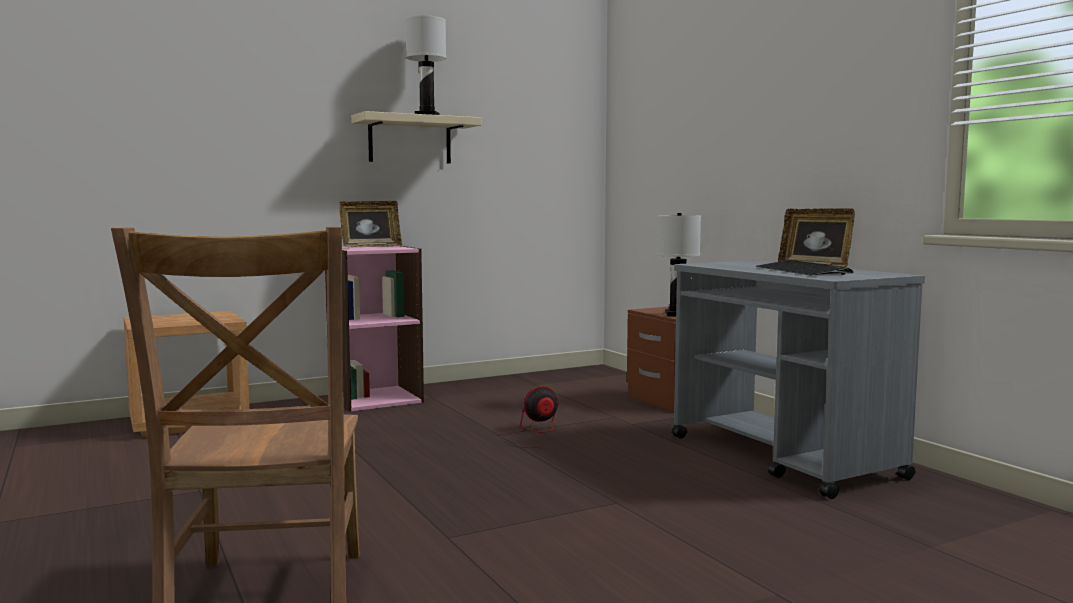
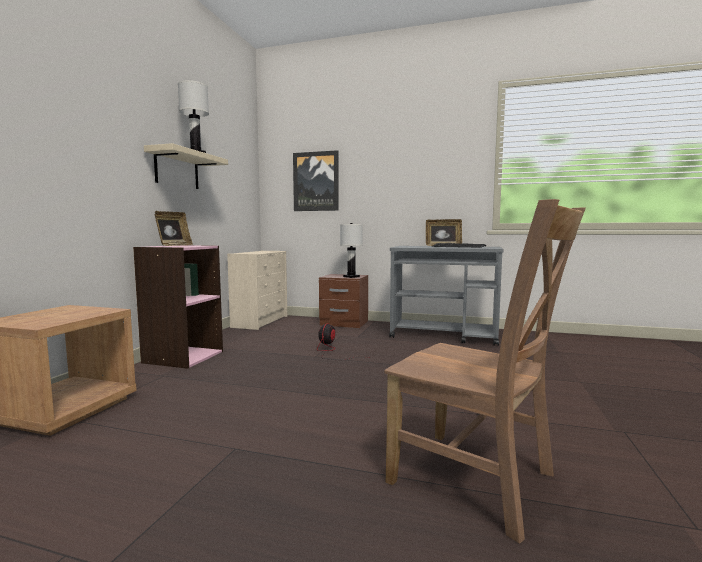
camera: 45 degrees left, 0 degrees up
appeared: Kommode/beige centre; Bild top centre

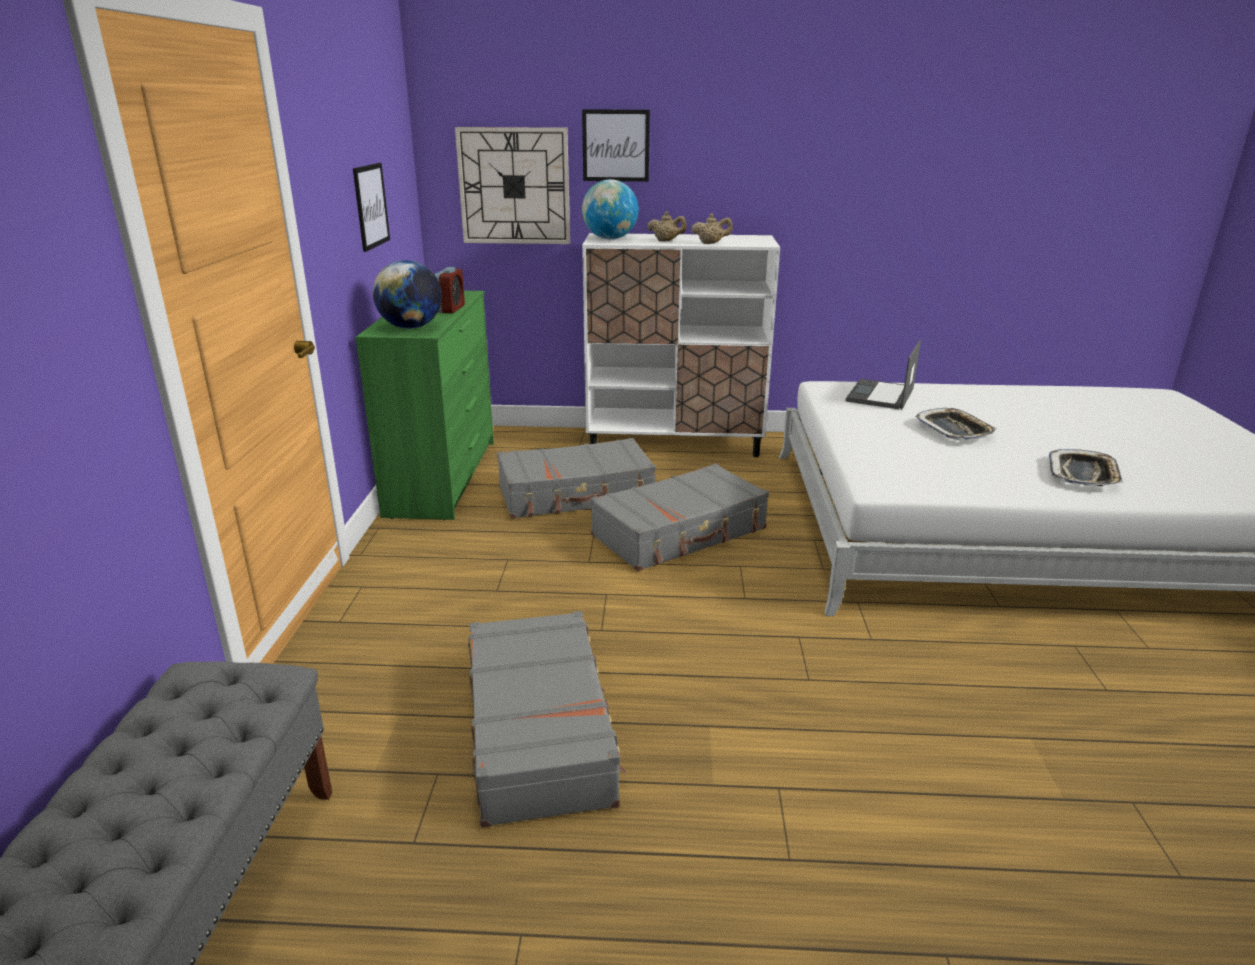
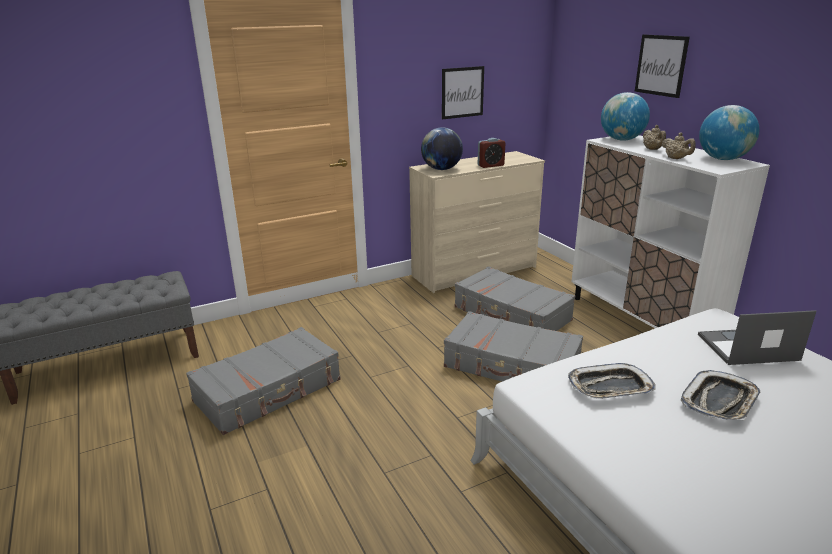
camera: 60 degrees right, 0 degrees up
missing: Wanduhr top centre
appeared: Globus (no. 3 from left) top right
relocated: Tablett (no. 2 from left in the first image) middle right to Tablett (no. 1 from left) bottom right
colour: Kommode/grün centre to Kommode/beige centre

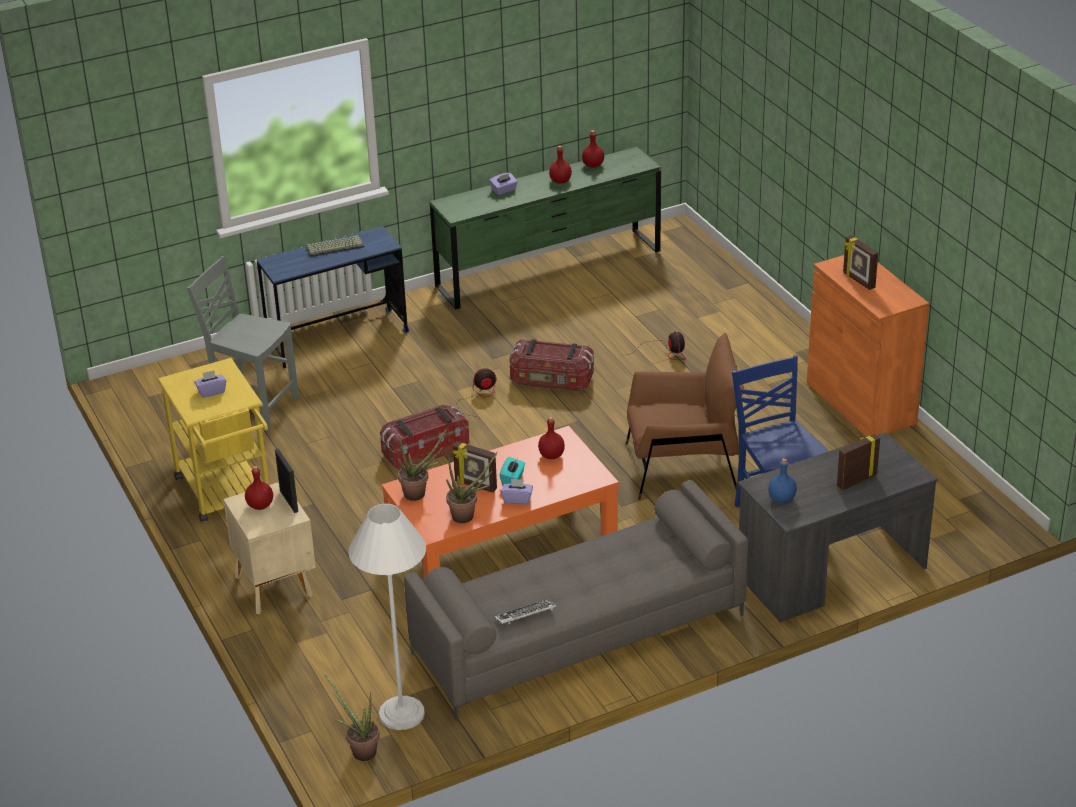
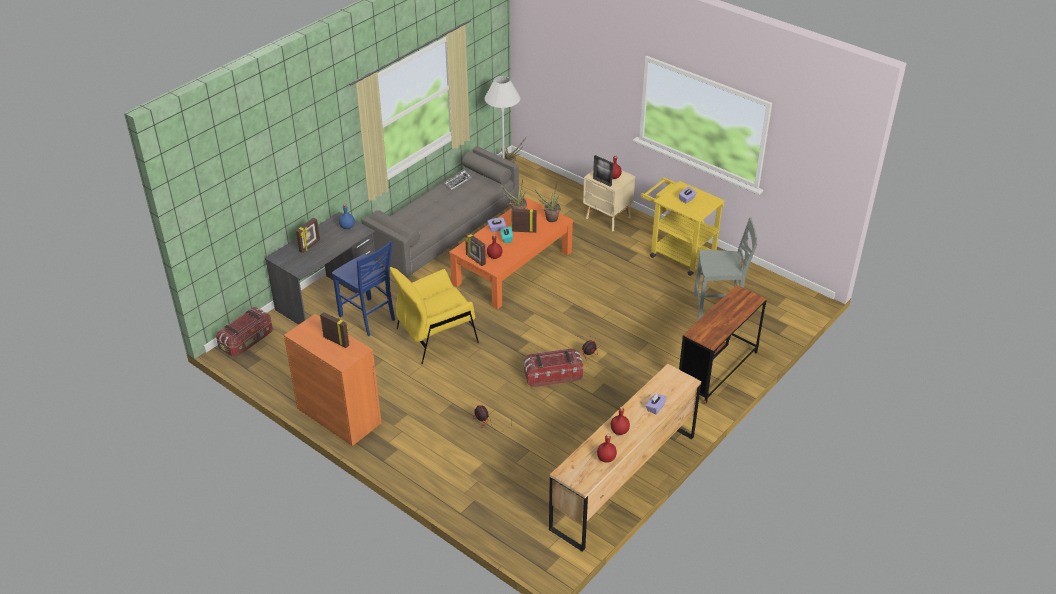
camera: 155 degrees right, 5 degrees up
missing: Tastatur (no. 1 from left) top left
appeared: Bilderrahmen (no. 3 from left) centre
relocated: Aufbewahrungsbox (no. 1 from left) centre to middle left
colour: Sessel/braun centre to Sessel/gelb centre; Kommode/grün top centre to Kommode/braun bottom centre; Schreibtisch/blau middle left to Schreibtisch/braun middle right

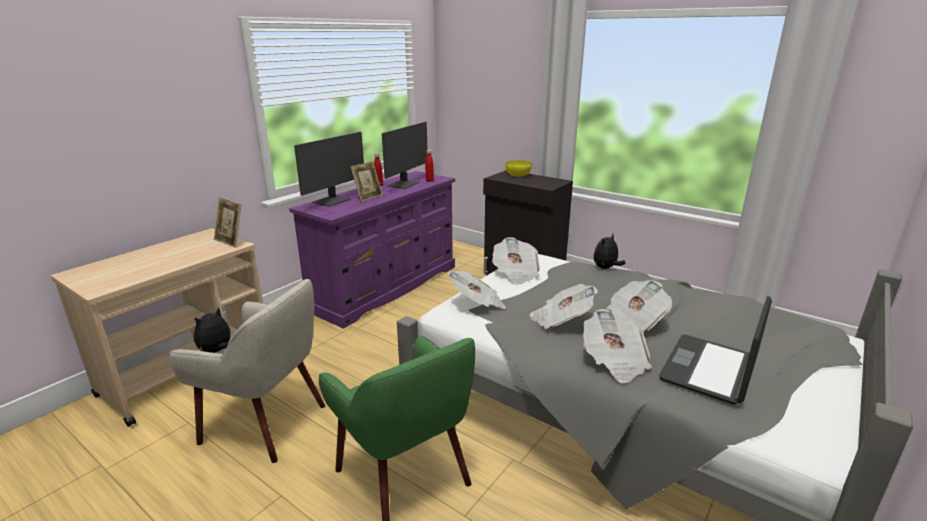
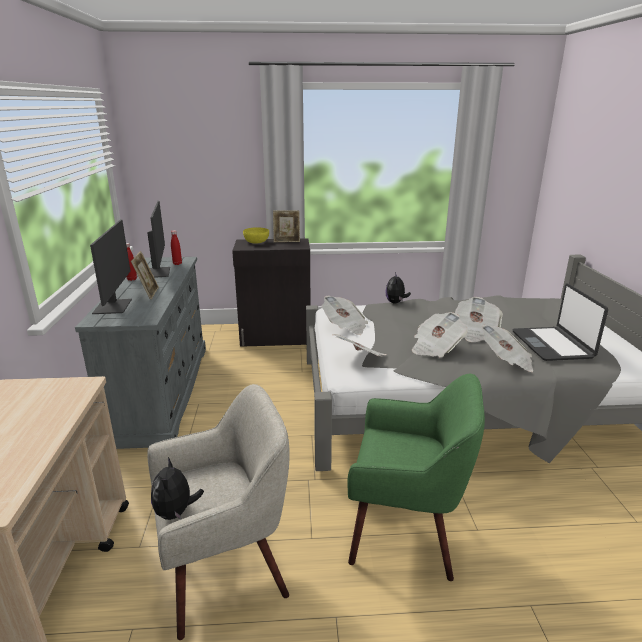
camera: 40 degrees left, 0 degrees up
relocated: Bilderrahmen (no. 1 from left in the first image) middle left to Bilderrahmen (no. 2 from left) centre
colour: Kommode/lila centre to Kommode/grau middle left

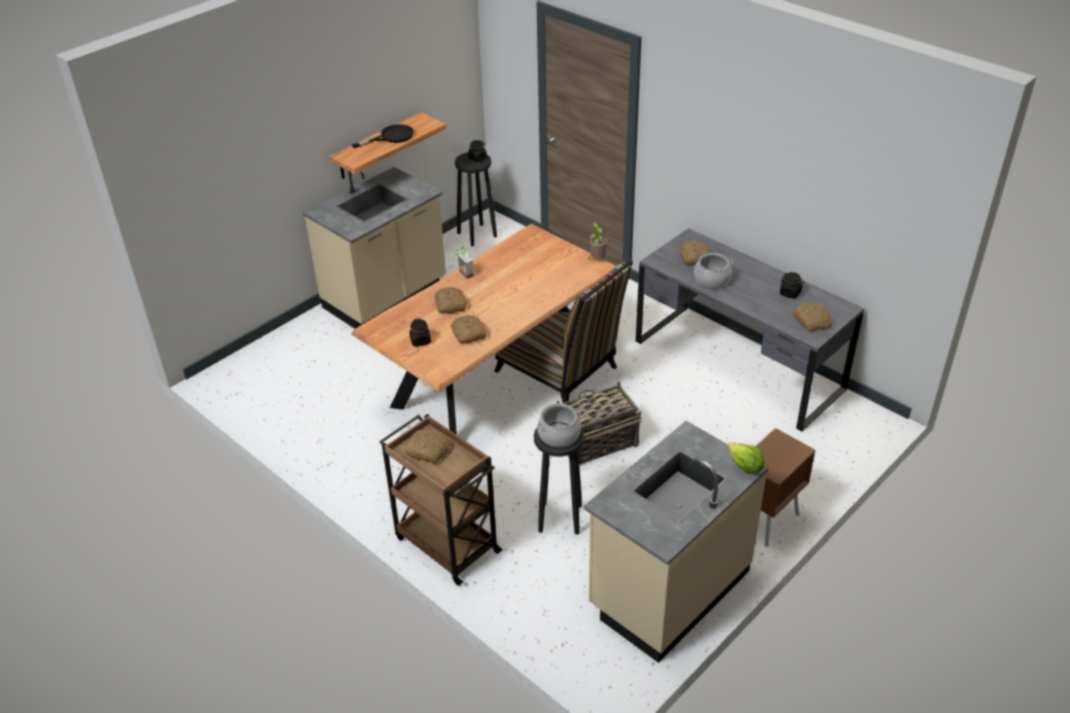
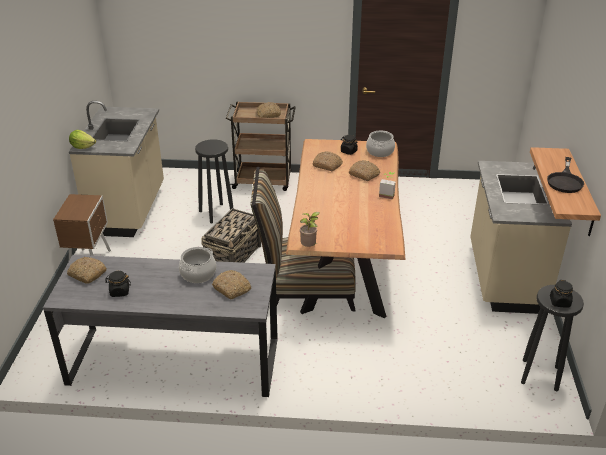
camera: 140 degrees right, 5 degrees down
relocated: Kochtopf (no. 1 from left in the first image) centre to Kochtopf (no. 2 from left) top centre

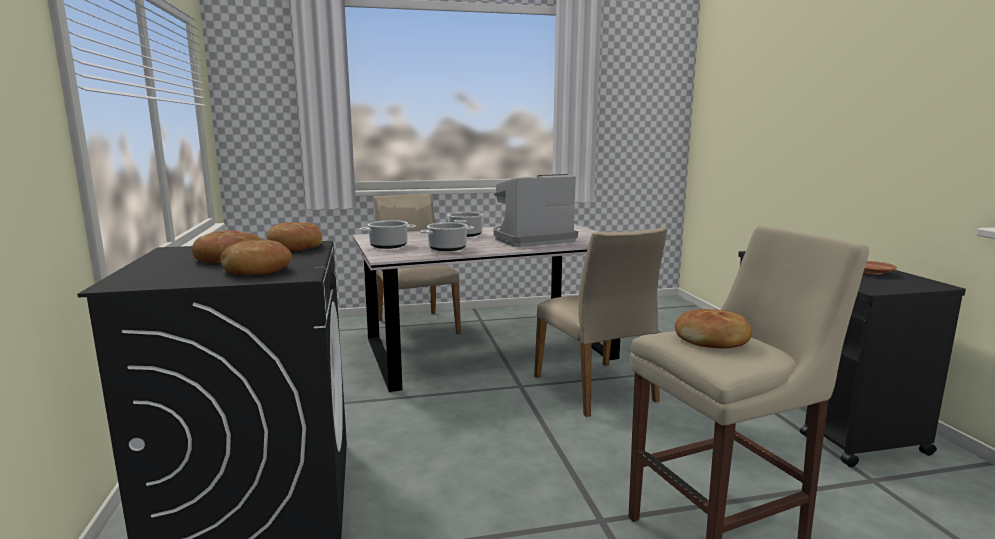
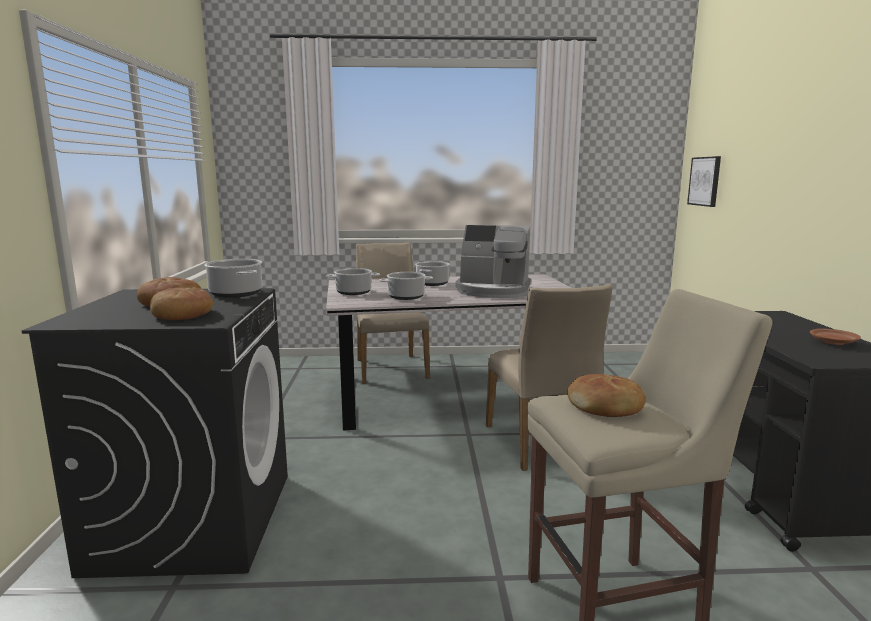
camera: 10 degrees right, 0 degrees up
appeared: Bild top right
exchanged: Brot (no. 3 from left) middle left to Kochtopf (no. 1 from left) middle left
spun: Kaffeemaschine centre = centre 150 degrees counterclockwise

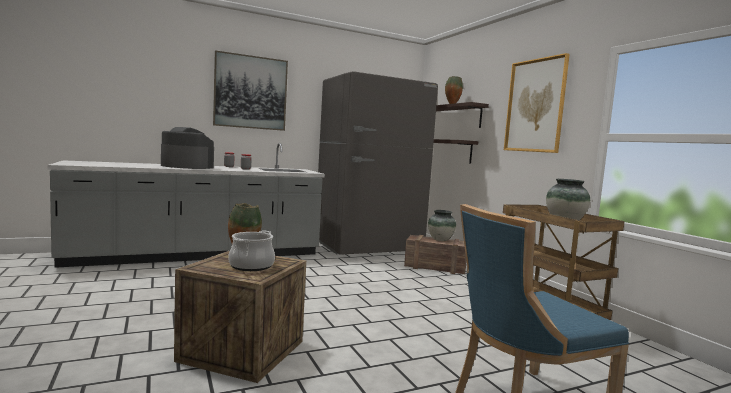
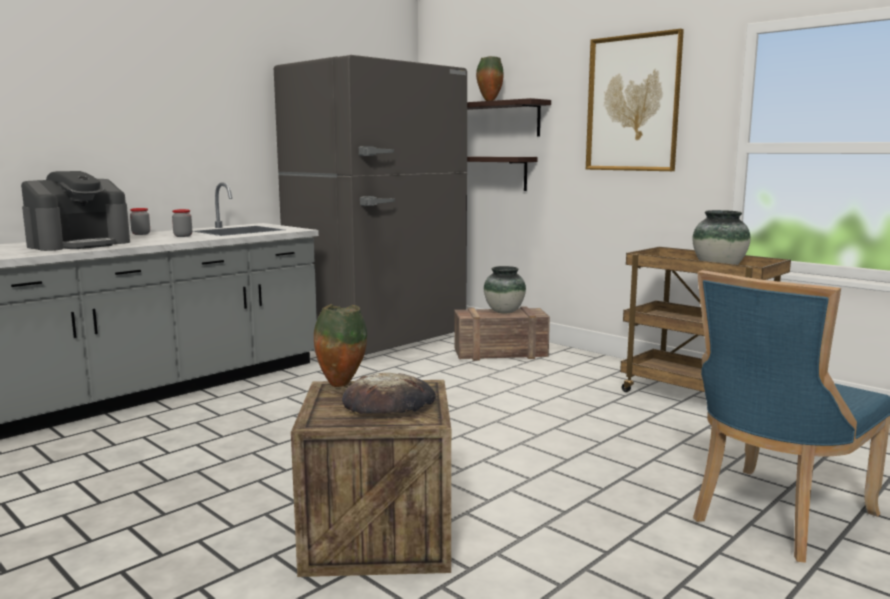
camera: 20 degrees left, 5 degrees up
missing: Bild (no. 1 from left) top centre
exchanged: Kochtopf centre to Brot centre
spun: Kaffeemaschine middle left = middle left 135 degrees clockwise

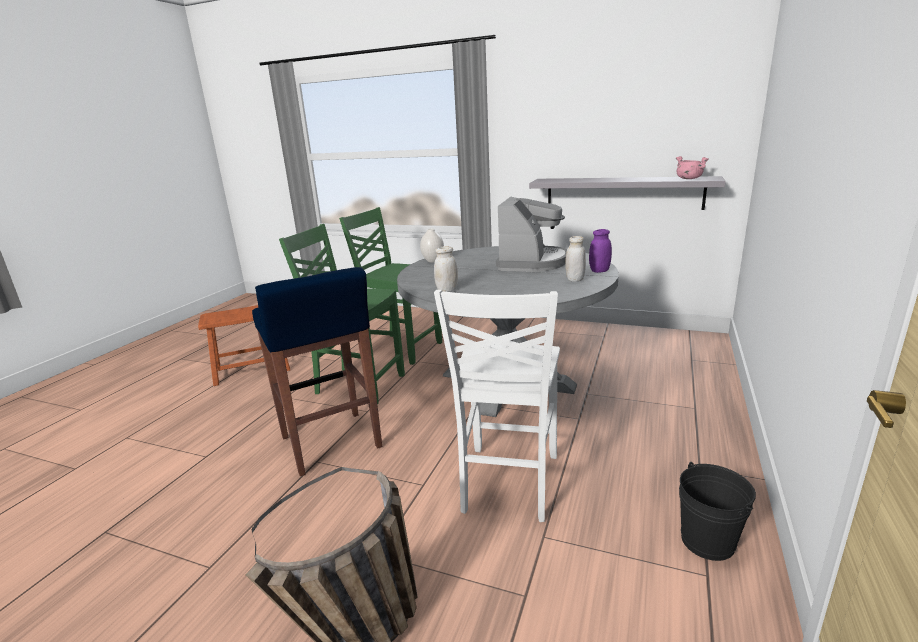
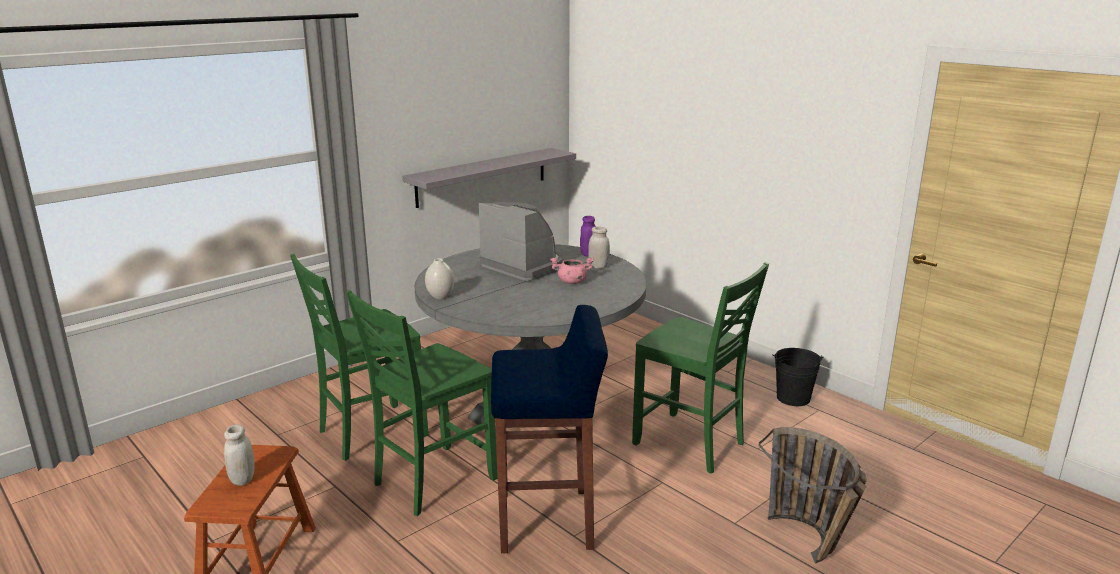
camera: 65 degrees left, 0 degrees up
relocated: Vorratsglas/weiß (no. 1 from left) centre to bottom left; Kochtopf/rosa top right to centre
colour: Stuhl/weiß centre to Stuhl/grün (no. 3 from left) centre

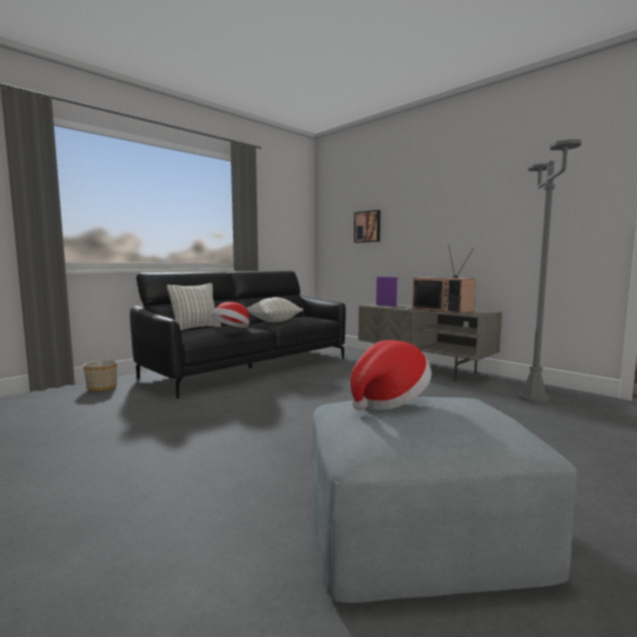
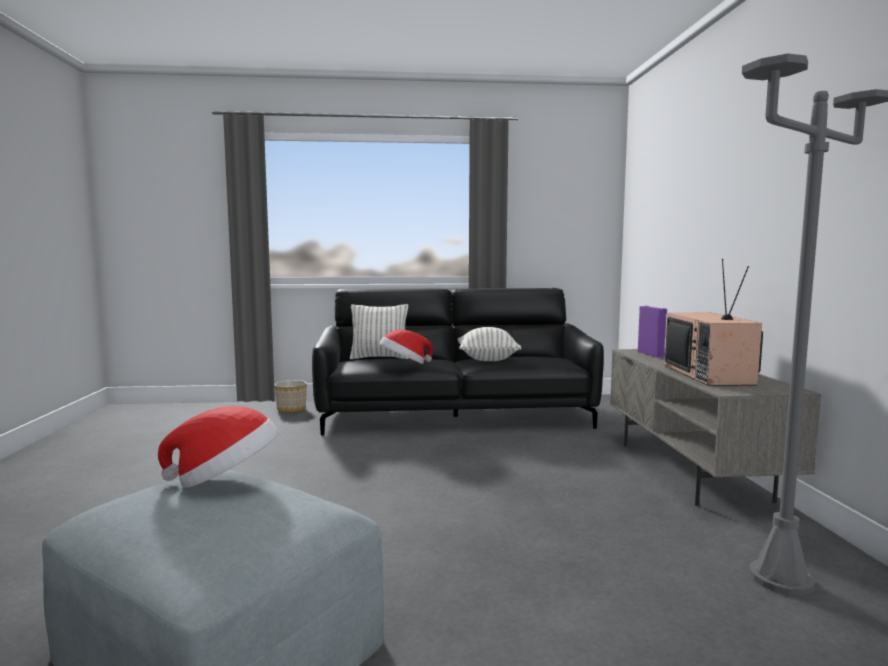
camera: 40 degrees right, 0 degrees up
missing: Bild centre

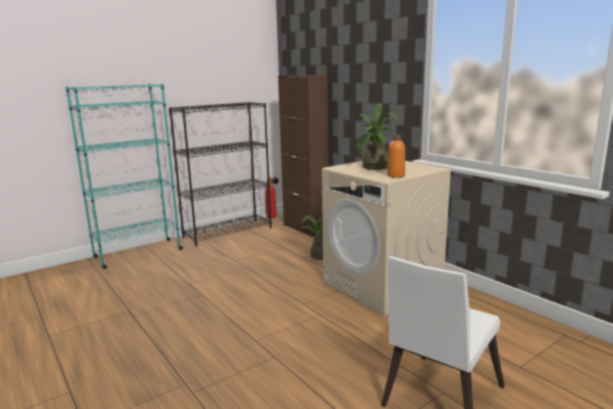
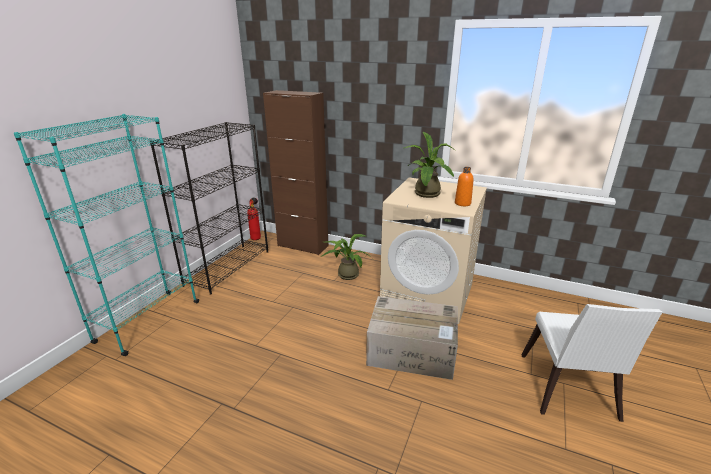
camera: 30 degrees left, 10 degrees up
appeared: Karton bottom centre

